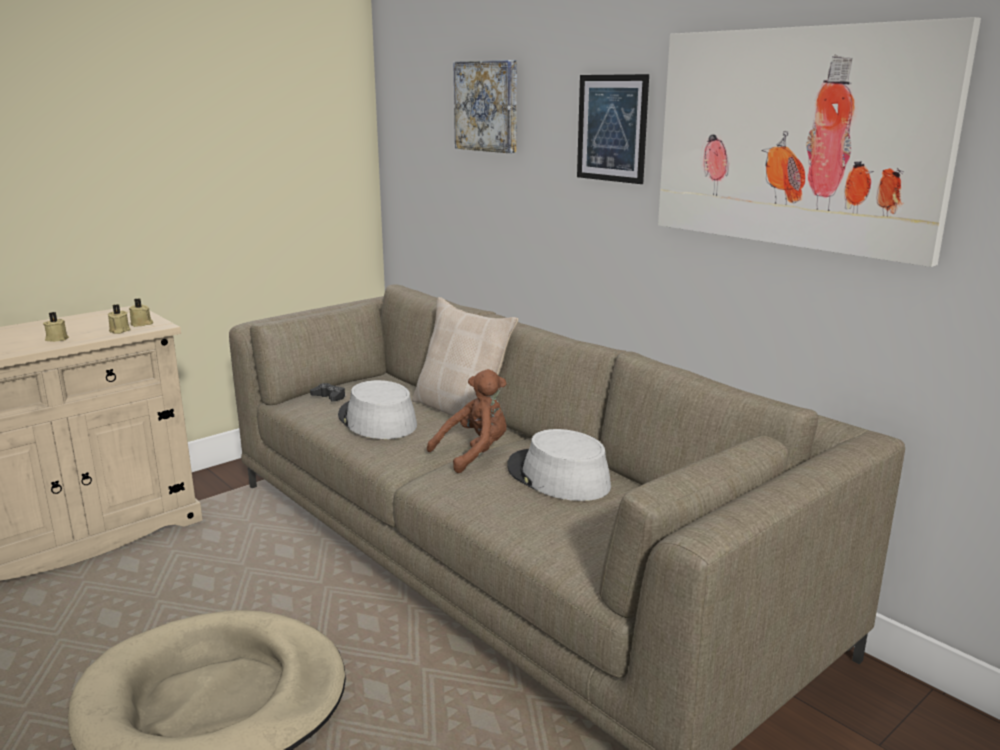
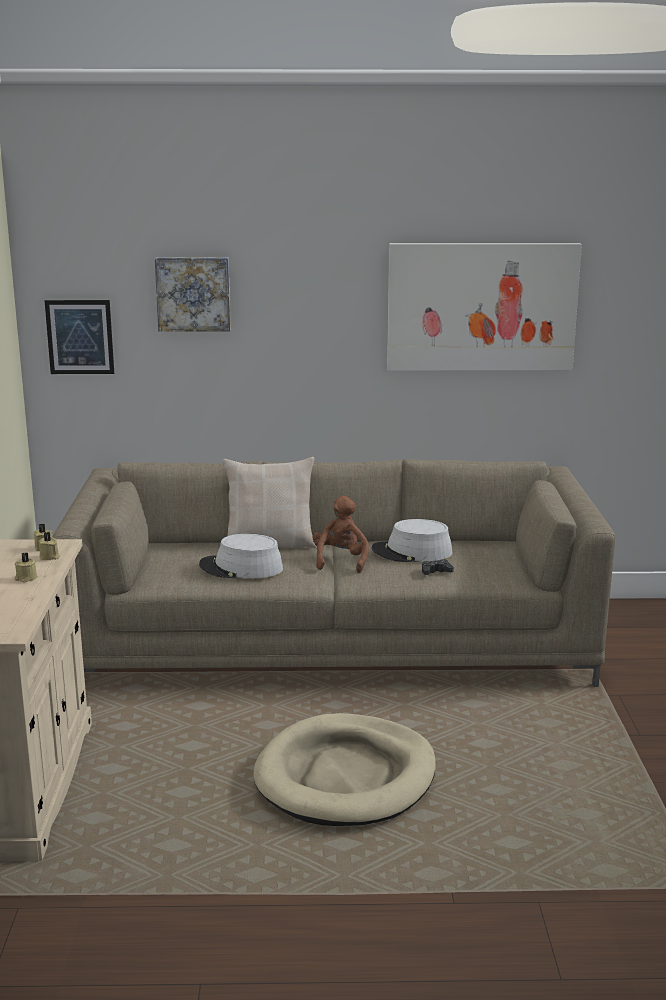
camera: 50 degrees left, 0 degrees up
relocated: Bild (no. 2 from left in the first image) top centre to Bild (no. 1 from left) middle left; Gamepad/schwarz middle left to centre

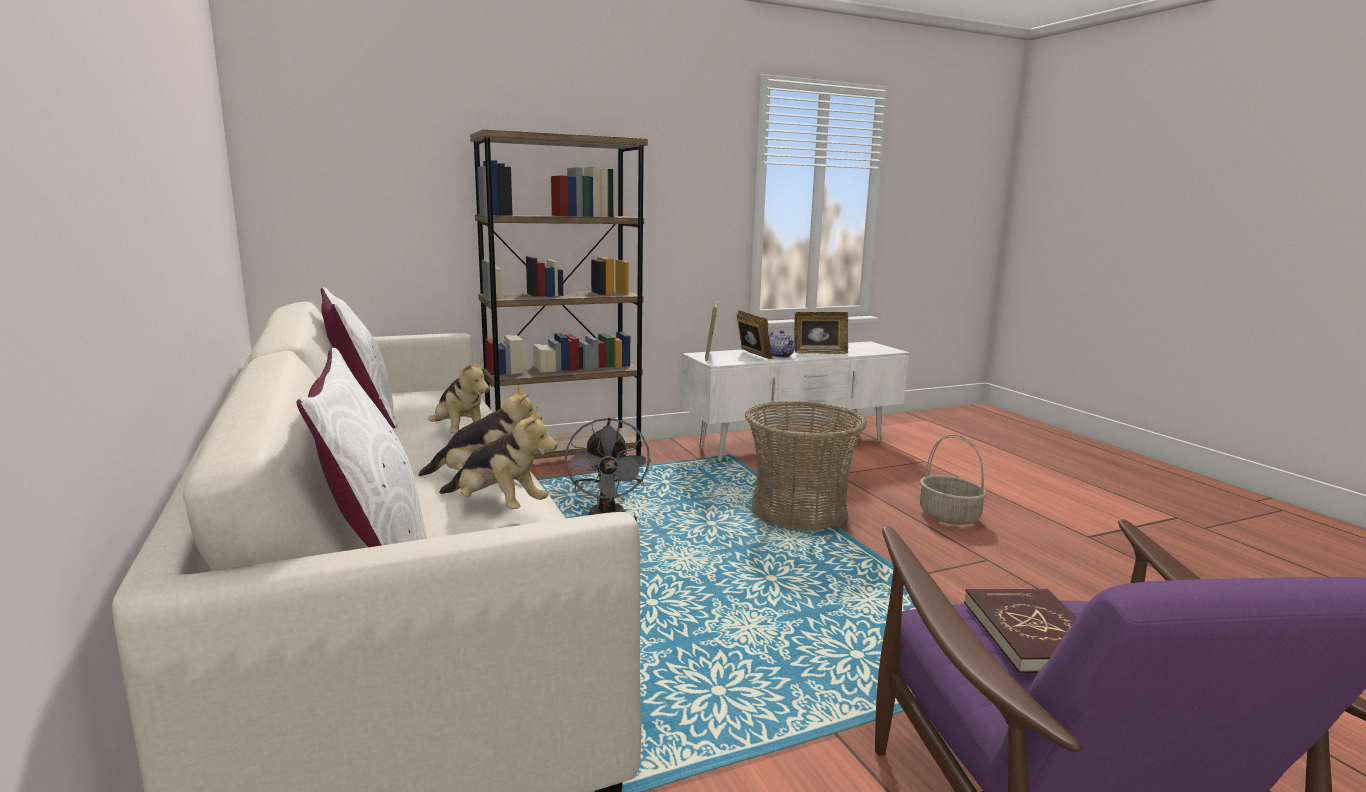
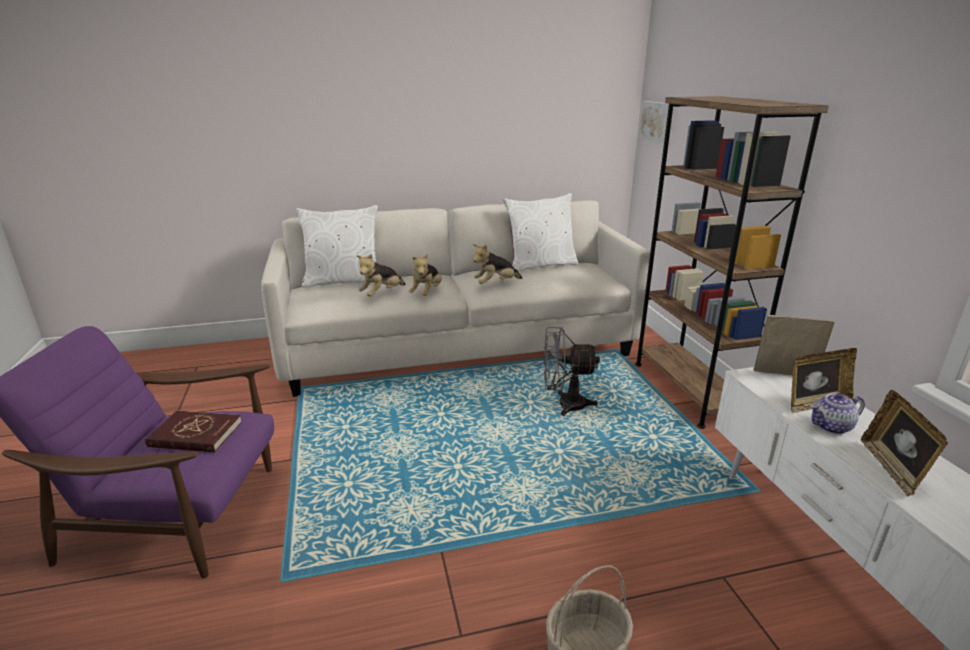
camera: 100 degrees right, 10 degrees up
missing: Korb (no. 1 from left) centre
appeared: Bild top right

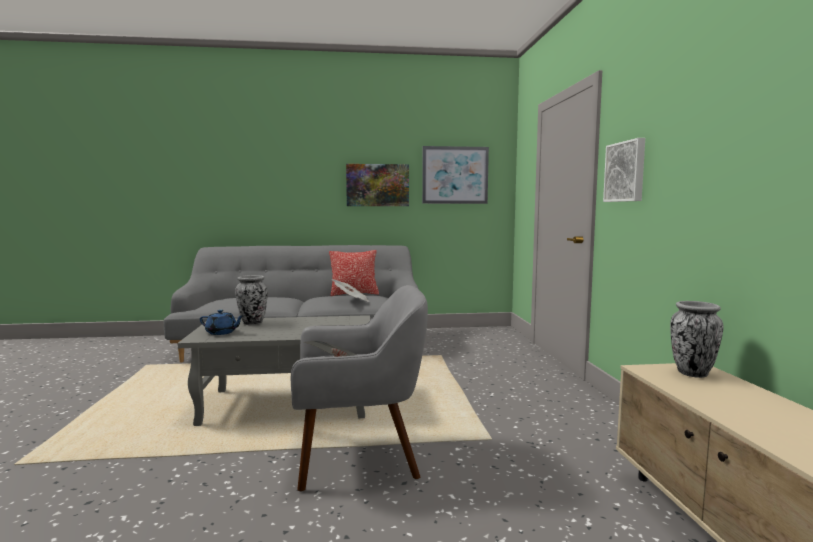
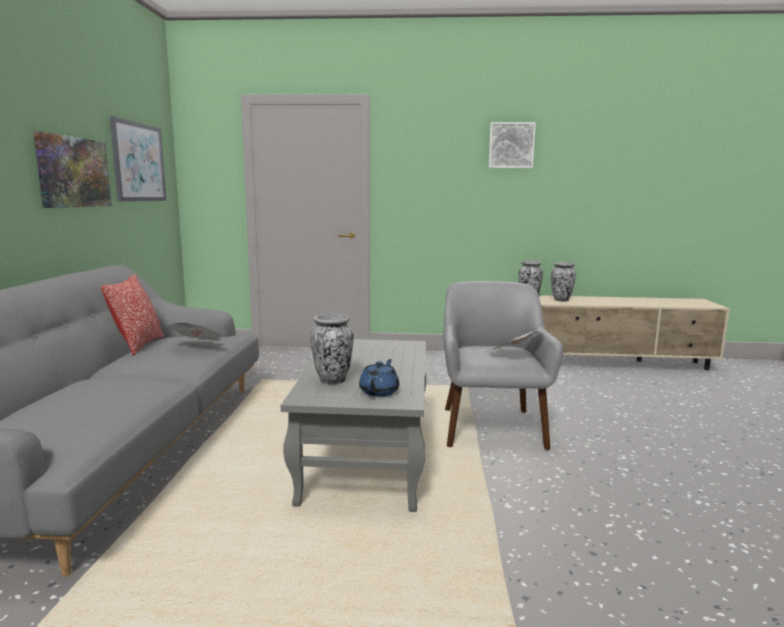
camera: 80 degrees left, 5 degrees up
appeared: Vase (no. 3 from left) middle right
relocated: Bild (no. 3 from left) top right to top centre

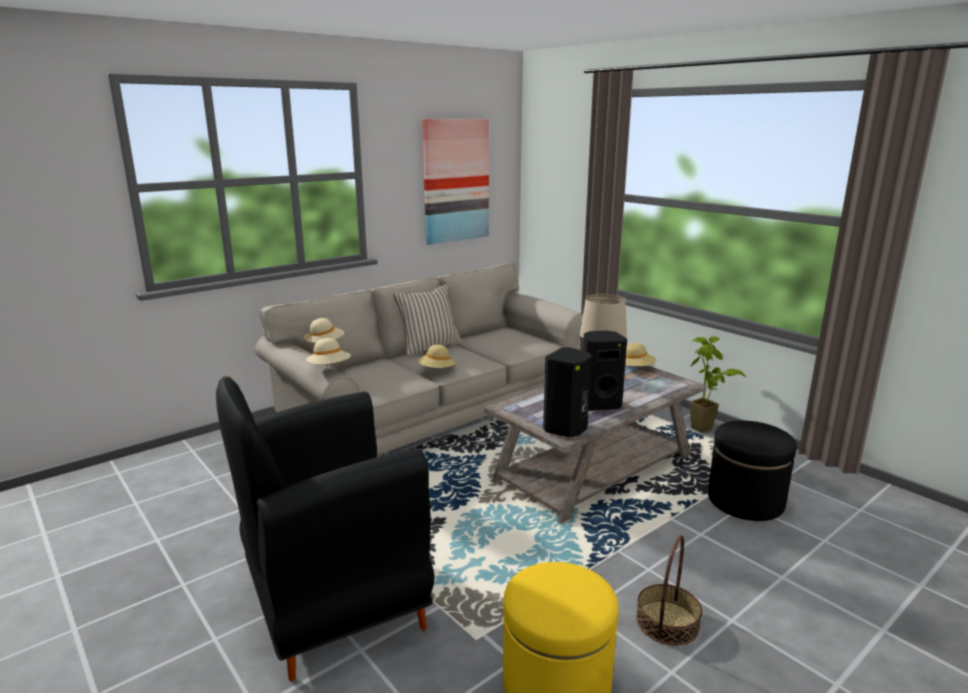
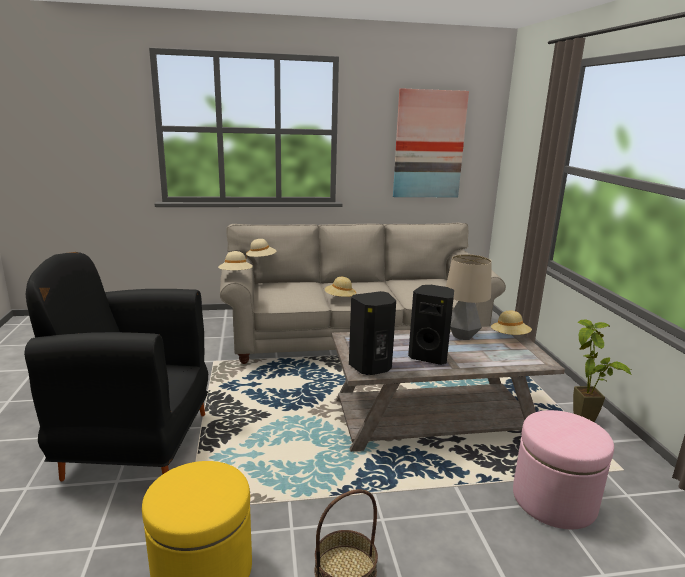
camera: 30 degrees right, 0 degrees up
missing: Kissen/beige centre
colour: Polsterhocker/schwarz bottom right to Polsterhocker/rosa bottom right

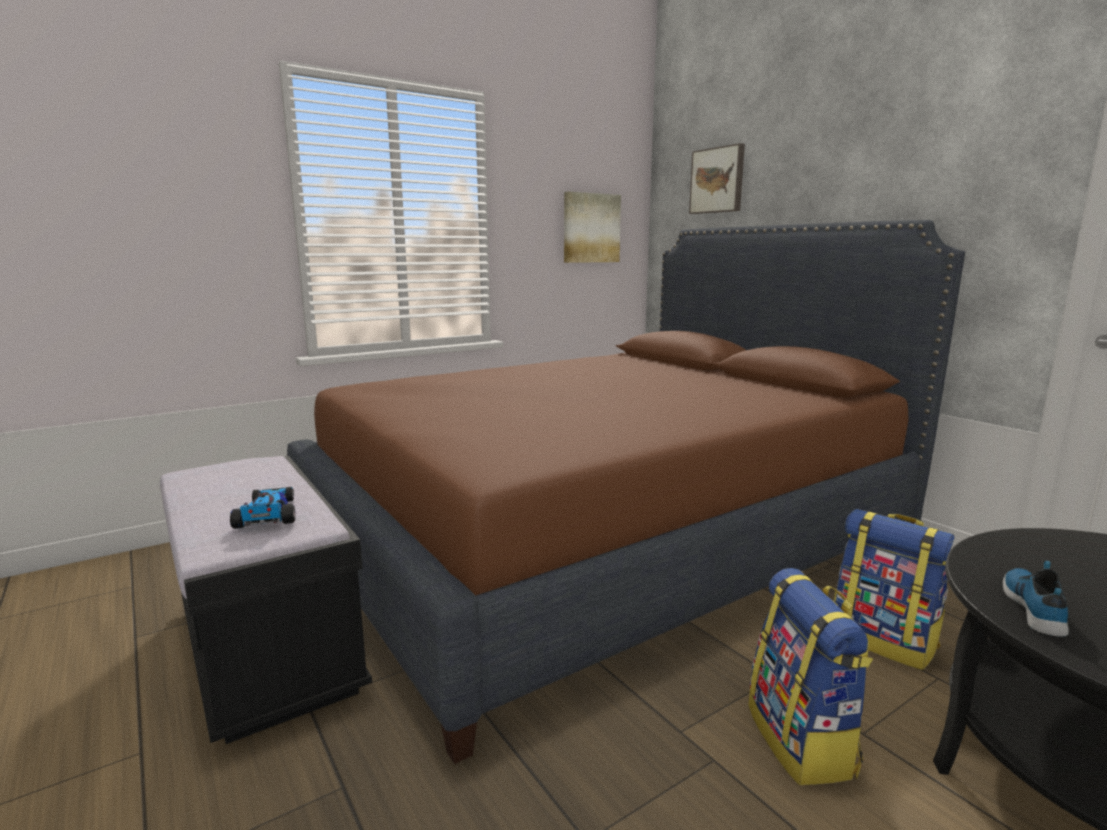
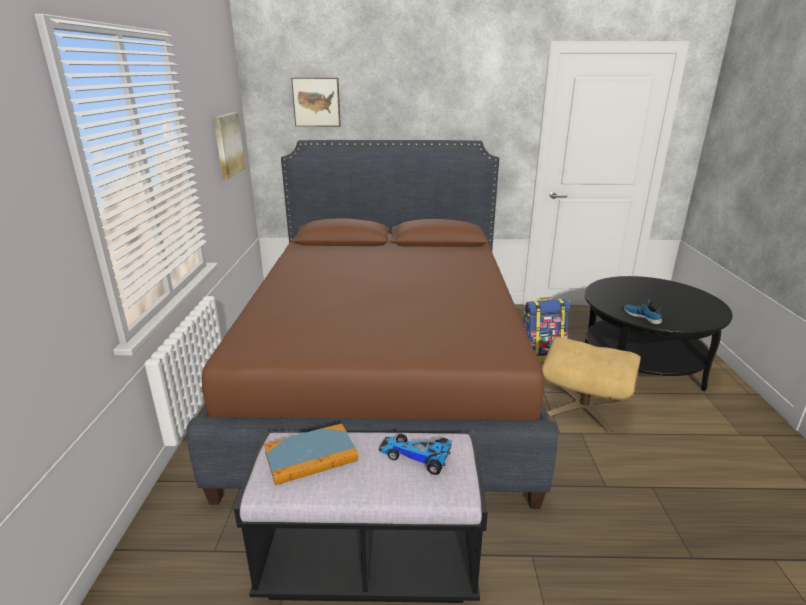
camera: 55 degrees left, 10 degrees up
appeared: Buch bottom centre
exchanged: Rucksack (no. 1 from left) bottom right to Polsterhocker/beige middle right

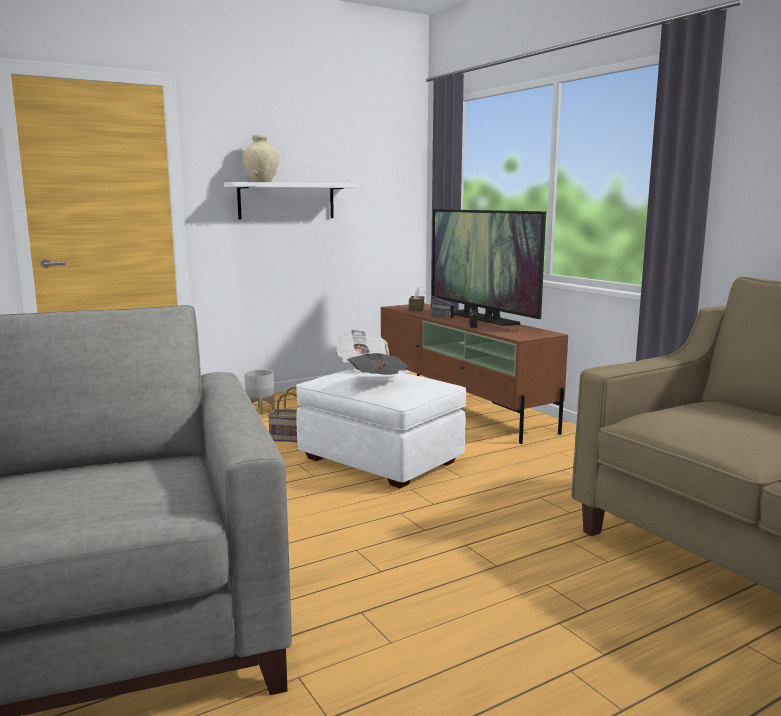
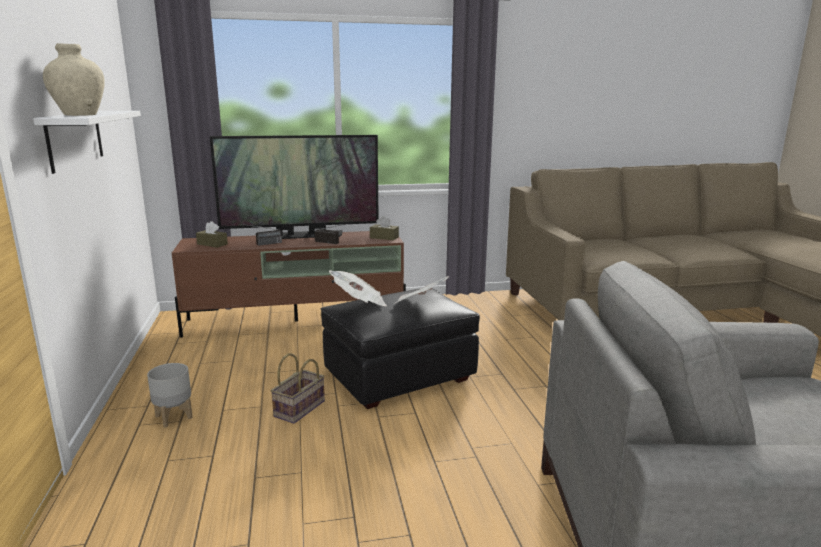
camera: 70 degrees left, 5 degrees up
appeared: Taschentuchbox/braun (no. 2 from left) centre
colour: Polsterhocker/weiß centre to Polsterhocker/schwarz centre

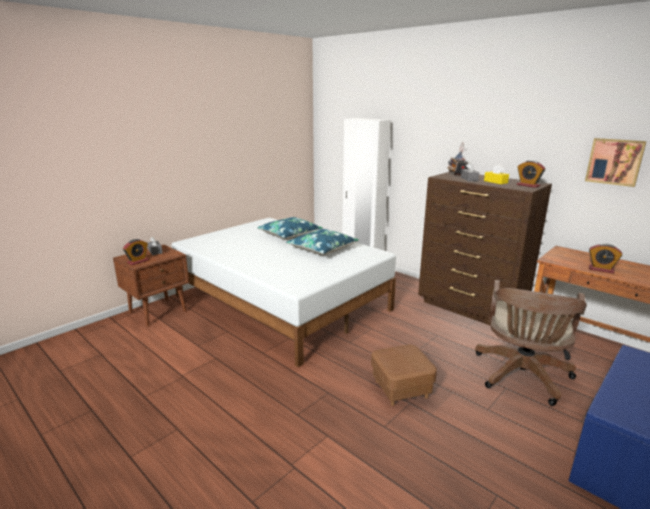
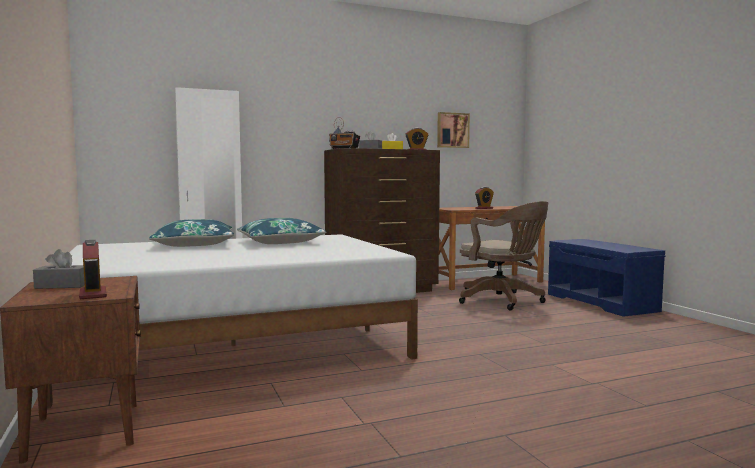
camera: 65 degrees left, 15 degrees down
missing: Polsterhocker/braun bottom centre

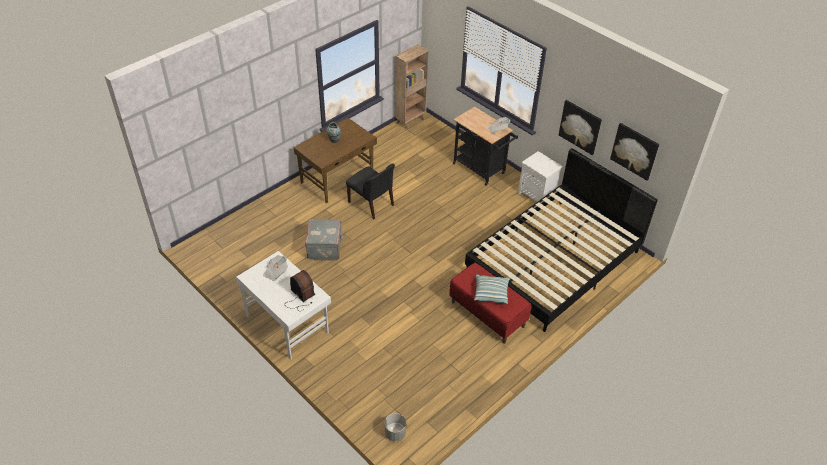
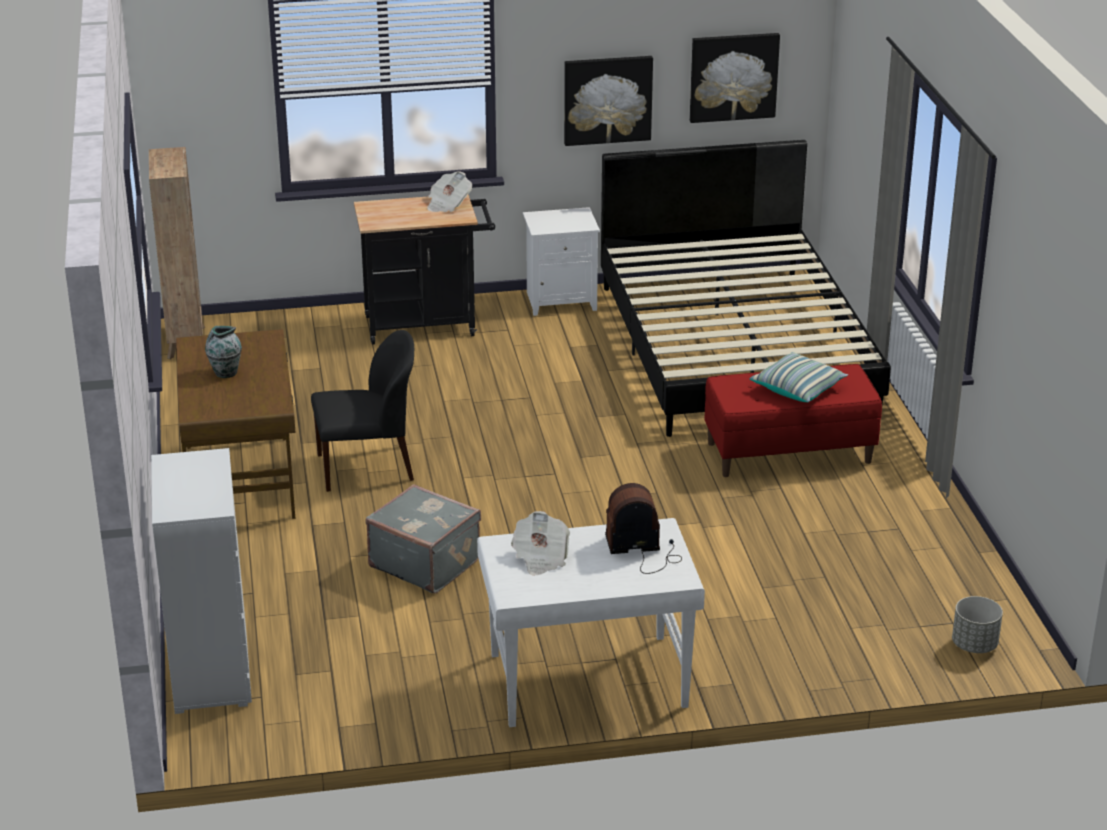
camera: 55 degrees left, 15 degrees down
appeared: Kommode/weiß bottom left

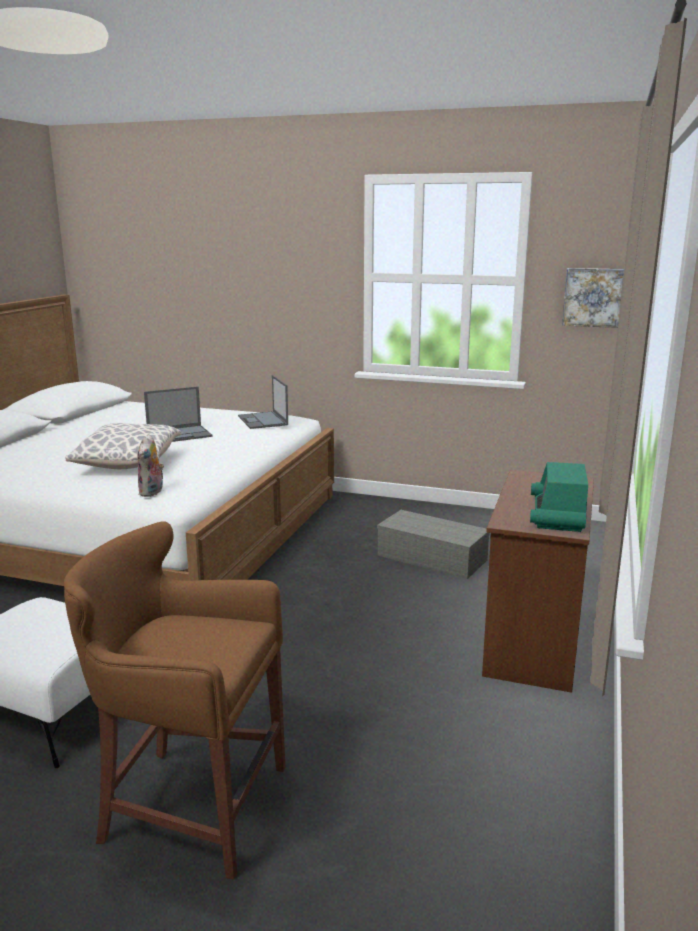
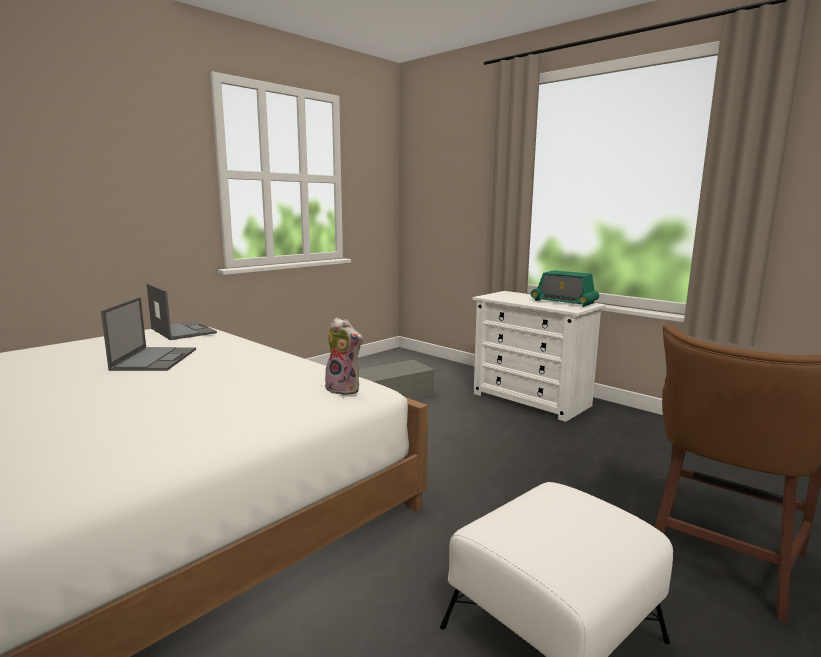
camera: 65 degrees left, 5 degrees down
missing: Kissen middle left; Bild top right
colour: Kommode/braun middle right to Kommode/weiß centre
spun: Laptop (no. 2 from left) centre = middle left 135 degrees counterclockwise

